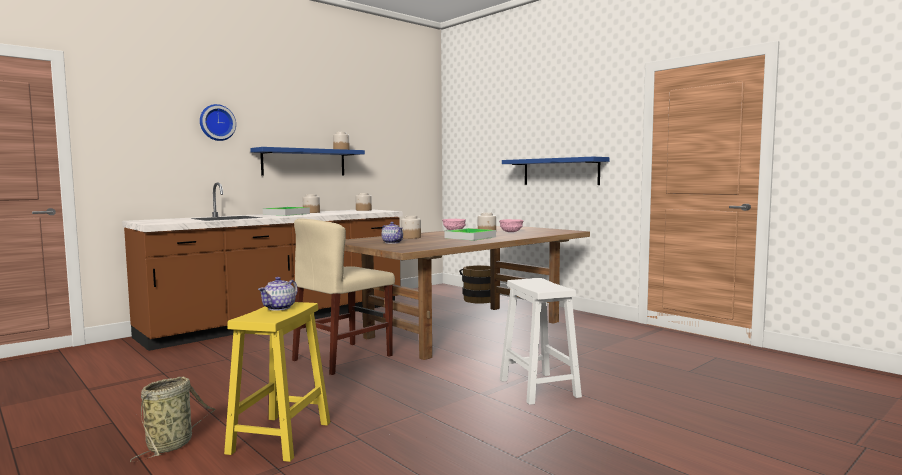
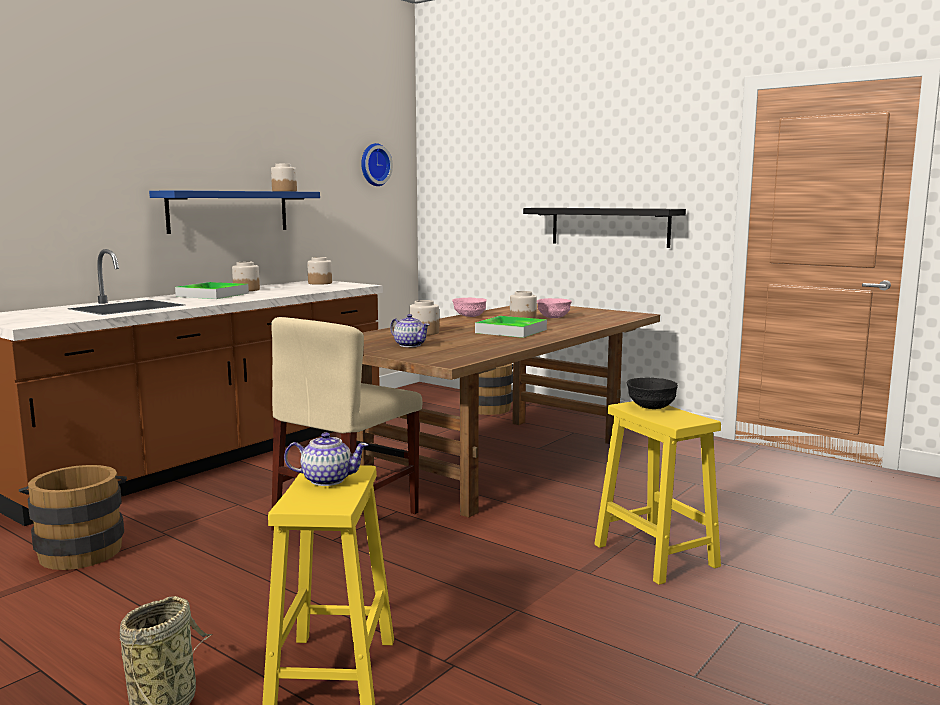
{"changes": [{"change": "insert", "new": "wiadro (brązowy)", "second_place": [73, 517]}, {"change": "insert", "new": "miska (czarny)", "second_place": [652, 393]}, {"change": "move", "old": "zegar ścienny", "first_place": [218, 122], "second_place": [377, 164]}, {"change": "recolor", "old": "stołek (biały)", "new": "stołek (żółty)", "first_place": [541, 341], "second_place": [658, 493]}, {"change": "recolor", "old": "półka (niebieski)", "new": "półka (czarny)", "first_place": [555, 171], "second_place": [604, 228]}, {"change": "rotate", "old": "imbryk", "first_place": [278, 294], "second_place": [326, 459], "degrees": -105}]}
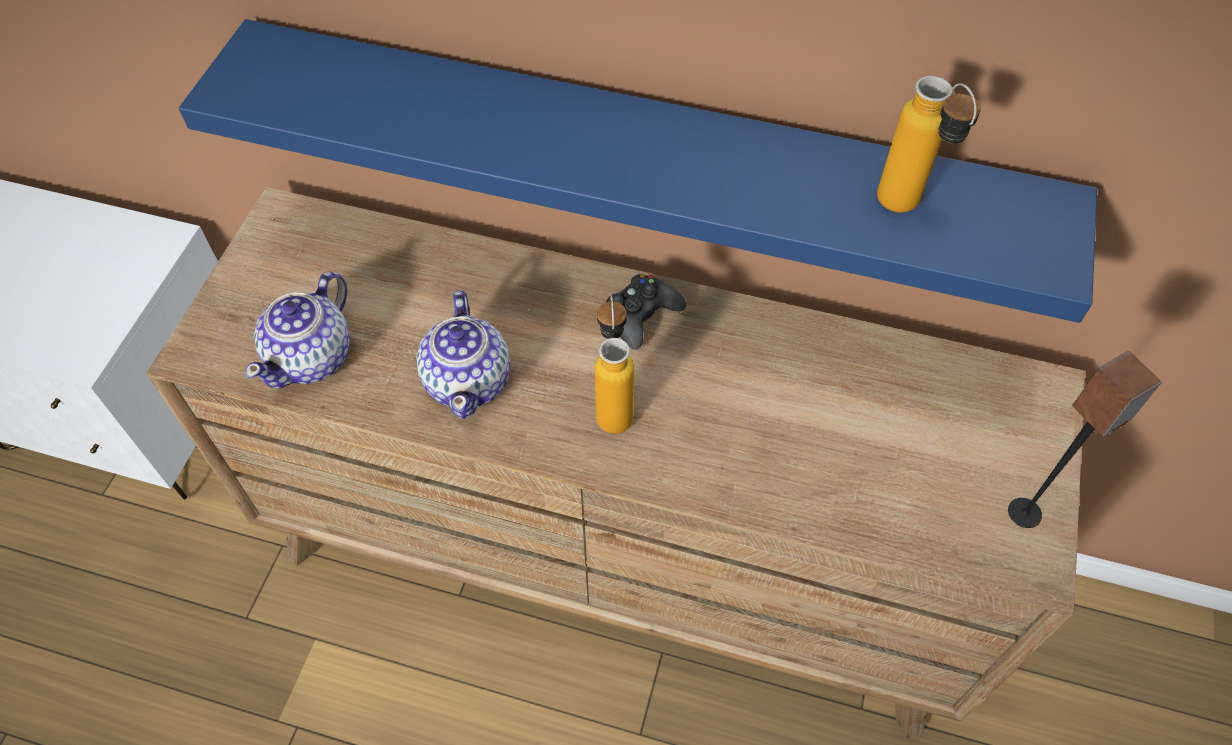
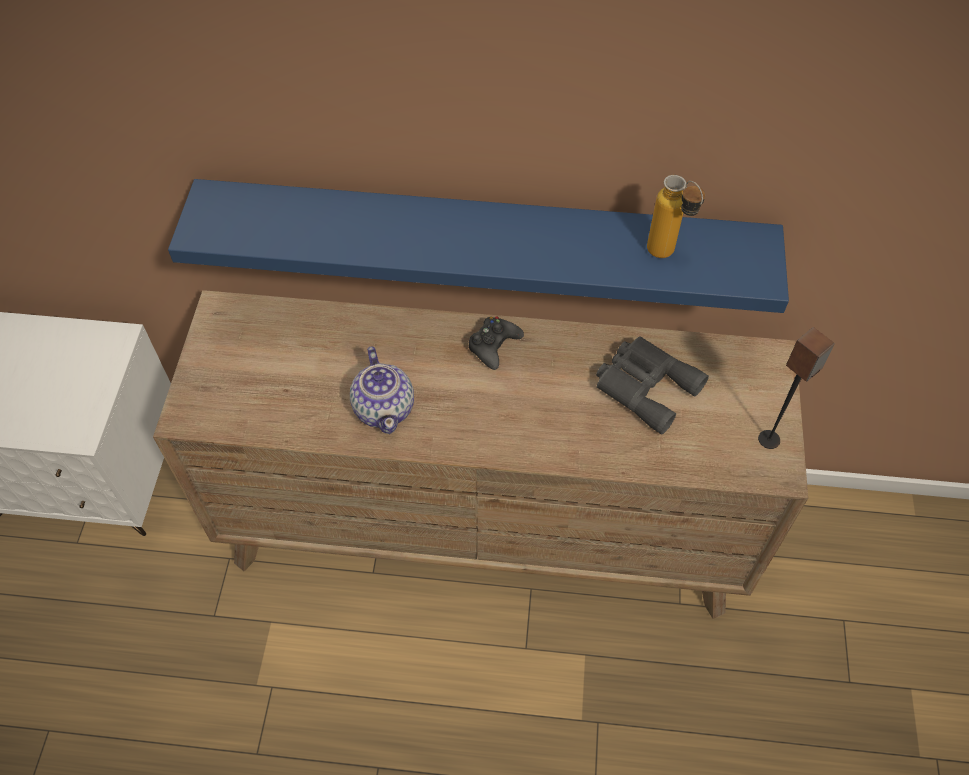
{"changes": [{"change": "delete", "old": "imbryk", "first_place": [297, 329]}, {"change": "delete", "old": "butelka", "first_place": [614, 364]}, {"change": "insert", "new": "lornetka (szary)", "second_place": [652, 385]}]}
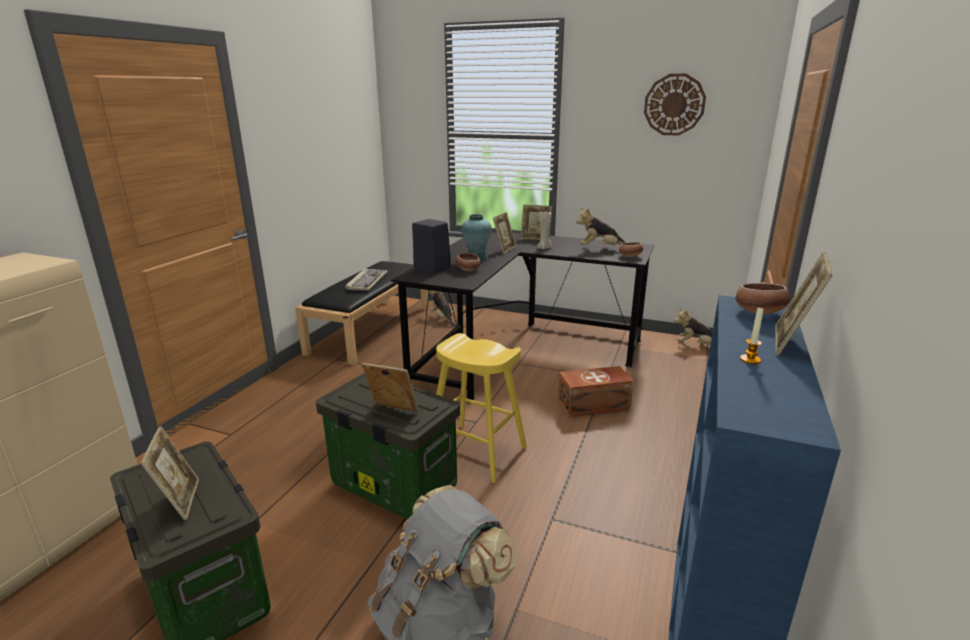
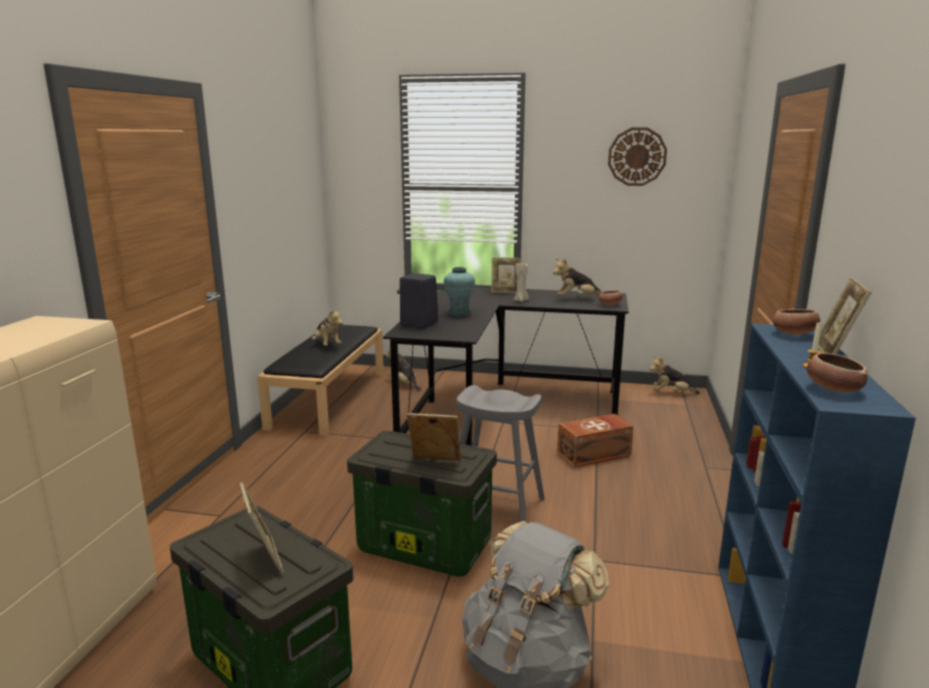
{"changes": [{"change": "delete", "old": "ramka na zdjęcie", "first_place": [504, 233]}, {"change": "move", "old": "miska", "first_place": [467, 262], "second_place": [836, 373]}, {"change": "replace", "old": "klawiatura", "new": "pluszak", "first_place": [366, 279], "second_place": [327, 326]}, {"change": "recolor", "old": "stołek (żółty)", "new": "stołek (szary)", "first_place": [481, 408], "second_place": [501, 453]}]}
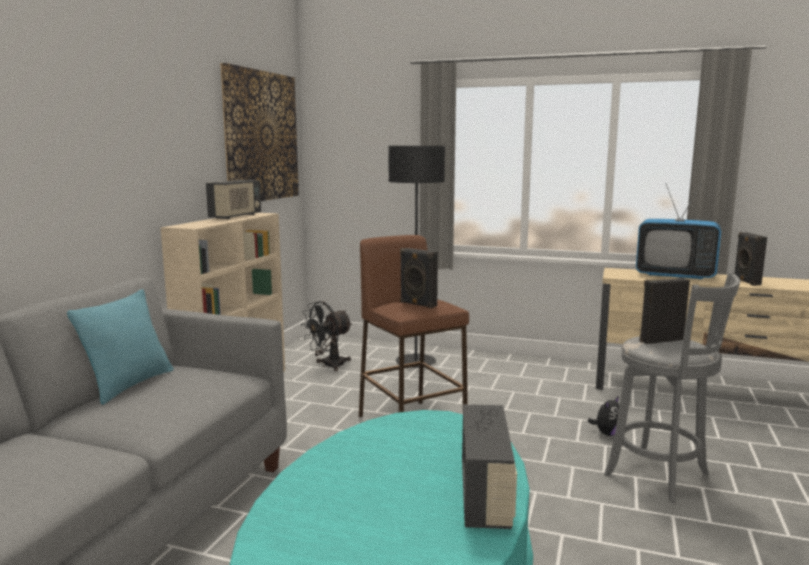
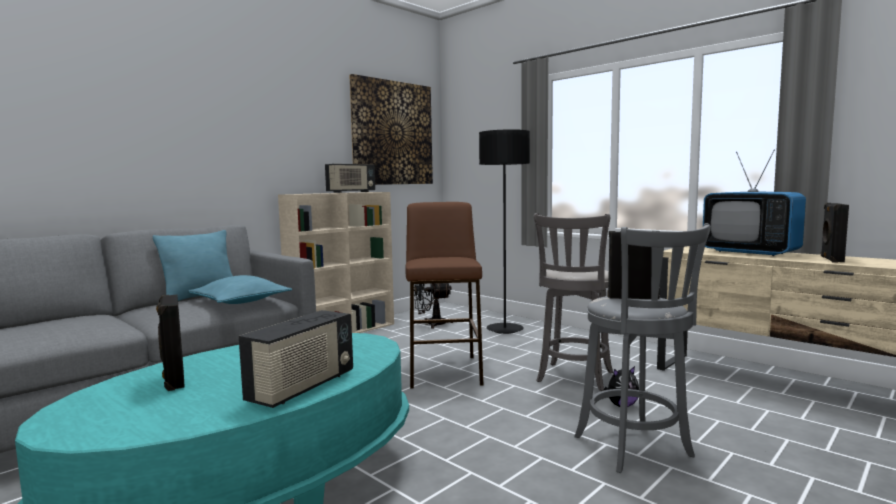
{"changes": [{"change": "insert", "new": "poduszka (turkusowy)", "second_place": [240, 289]}, {"change": "insert", "new": "stołek (szary)", "second_place": [573, 302]}, {"change": "move", "old": "głośnik (czarny)", "first_place": [419, 278], "second_place": [170, 343]}]}
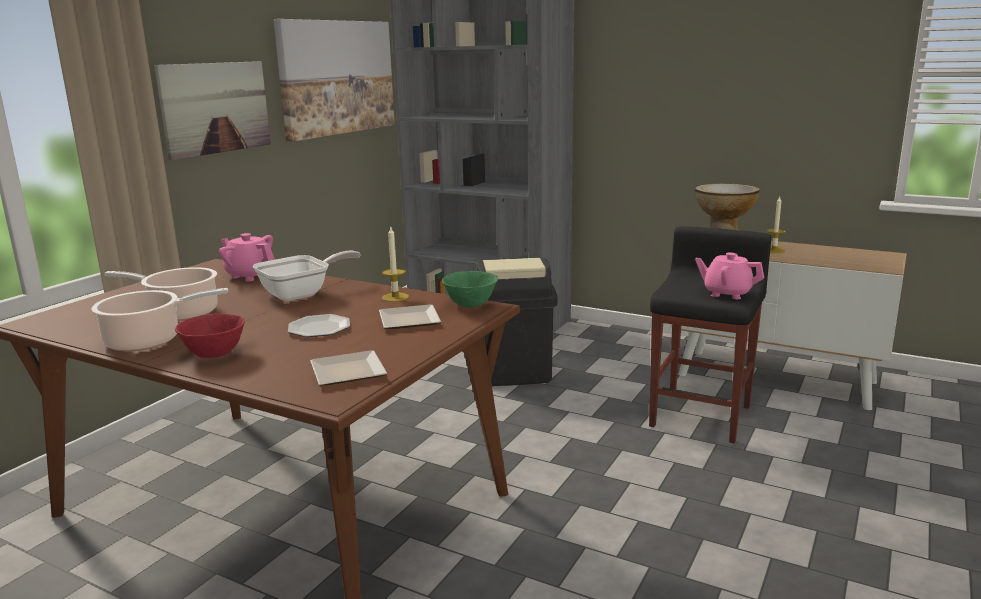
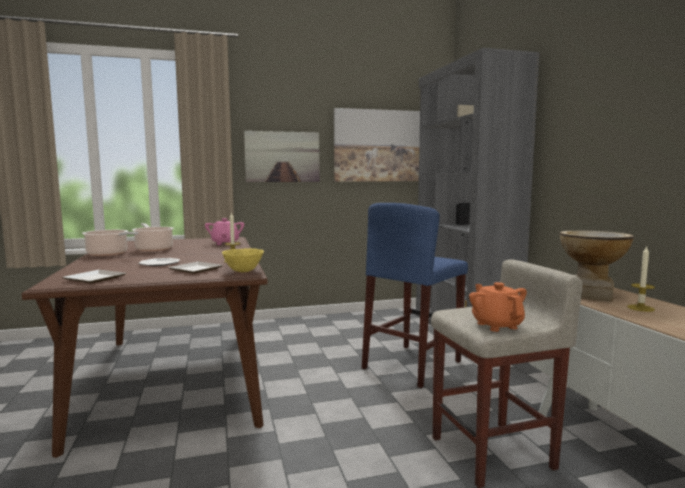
{"changes": [{"change": "delete", "old": "miska (czerwony)", "first_place": [210, 335]}, {"change": "delete", "old": "patelnia", "first_place": [307, 276]}, {"change": "replace", "old": "kosz na śmieci (czarny)", "new": "stołek (niebieski)", "first_place": [517, 321], "second_place": [415, 295]}, {"change": "recolor", "old": "miska (zielony)", "new": "miska (żółty)", "first_place": [470, 289], "second_place": [243, 260]}, {"change": "recolor", "old": "stołek (czarny)", "new": "stołek (beżowy)", "first_place": [710, 334], "second_place": [507, 373]}, {"change": "recolor", "old": "imbryk (różowy)", "new": "imbryk (pomarańczowy)", "first_place": [729, 275], "second_place": [498, 307]}]}
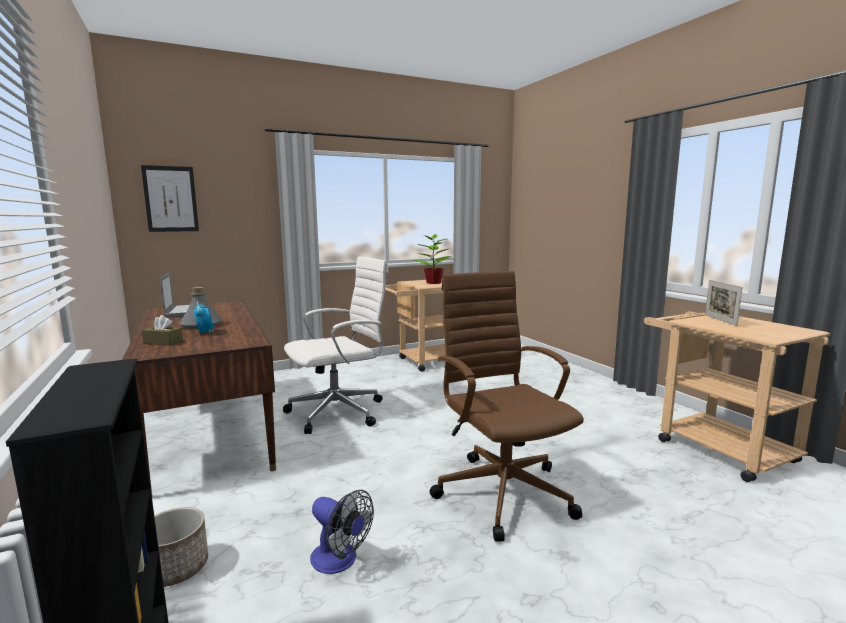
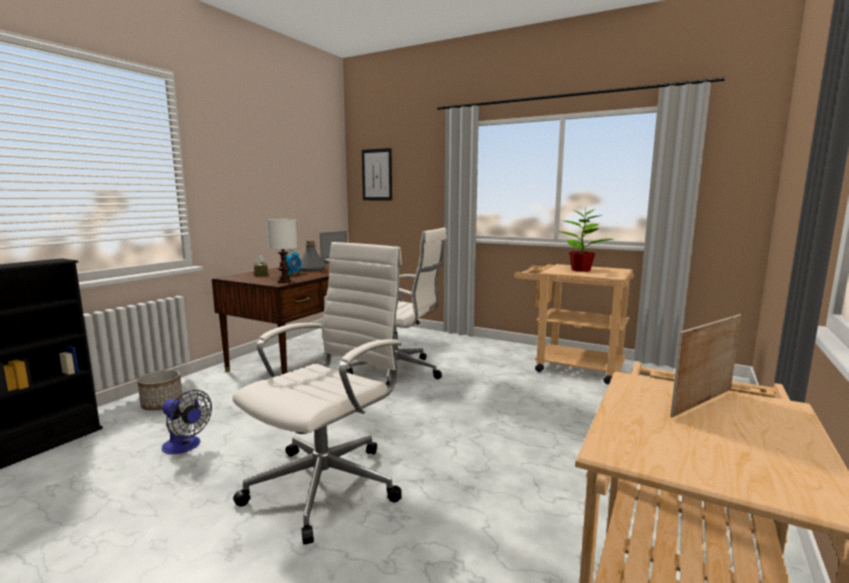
{"changes": [{"change": "insert", "new": "lampa stołowa (biały)", "second_place": [281, 251]}, {"change": "recolor", "old": "krzesło biurowe (brązowy)", "new": "krzesło biurowe (biały)", "first_place": [506, 406], "second_place": [317, 393]}, {"change": "rotate", "old": "wentylator", "first_place": [342, 532], "second_place": [187, 422], "degrees": -60}]}
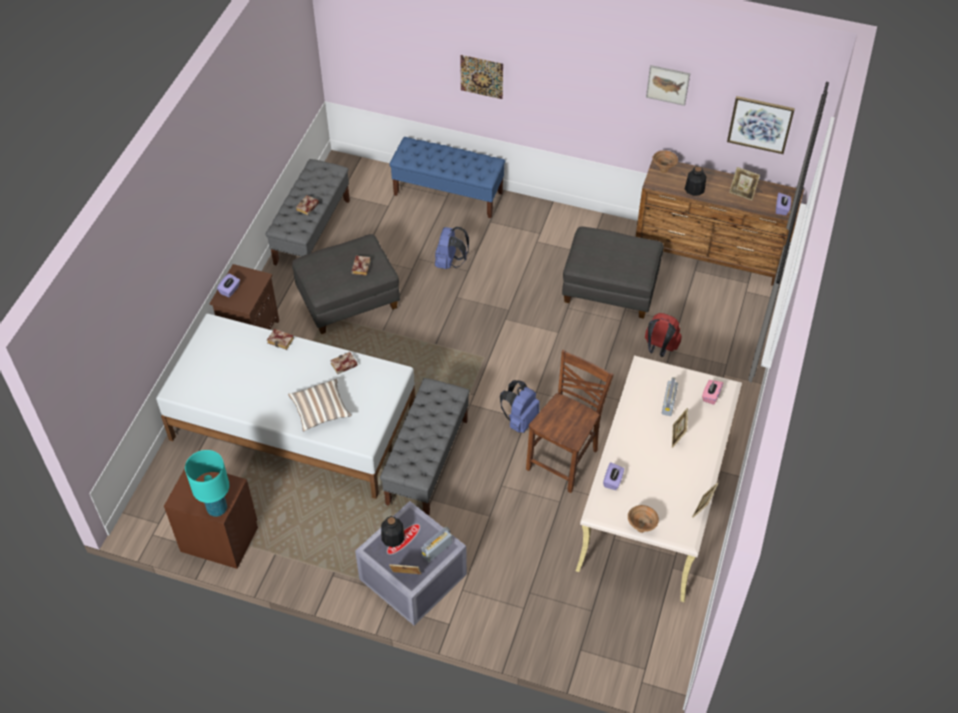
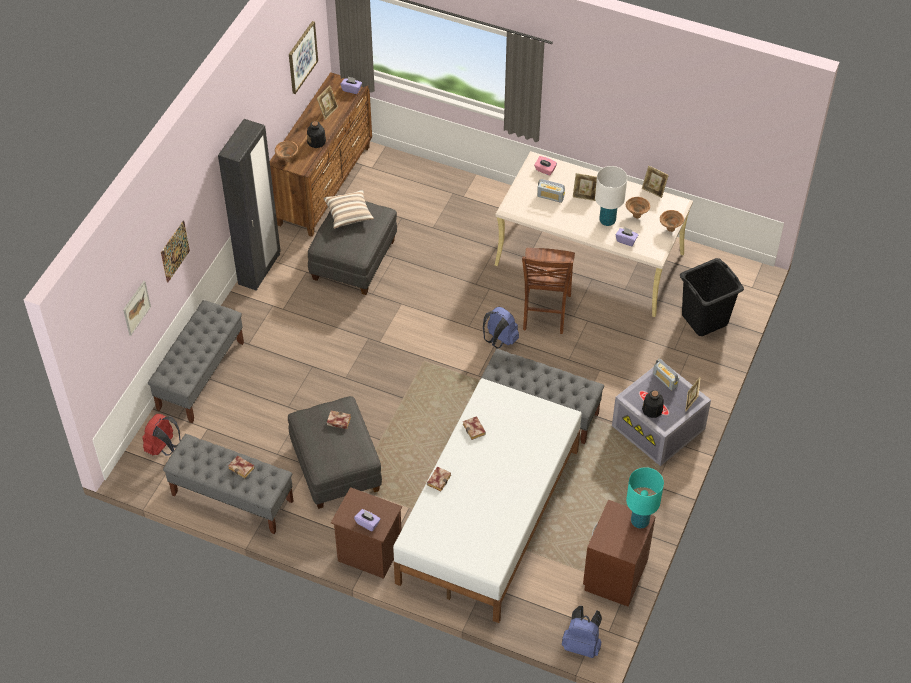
{"changes": [{"change": "insert", "new": "szafa (czarny)", "second_place": [249, 205]}, {"change": "insert", "new": "lampa stołowa (biały)", "second_place": [611, 196]}, {"change": "insert", "new": "miska (brązowy)", "second_place": [638, 207]}, {"change": "insert", "new": "kosz na pranie (czarny)", "second_place": [712, 297]}, {"change": "move", "old": "poduszka", "first_place": [320, 405], "second_place": [348, 209]}, {"change": "move", "old": "plecak (niebieski)", "first_place": [452, 248], "second_place": [582, 632]}, {"change": "move", "old": "plecak (czerwony)", "first_place": [663, 335], "second_place": [161, 435]}, {"change": "move", "old": "obraz", "first_place": [668, 85], "second_place": [137, 308]}, {"change": "recolor", "old": "ławka (niebieski)", "new": "ławka (szary)", "first_place": [447, 177], "second_place": [196, 361]}, {"change": "rotate", "old": "krzesło (brązowy)", "first_place": [570, 421], "second_place": [548, 291], "degrees": -120}]}
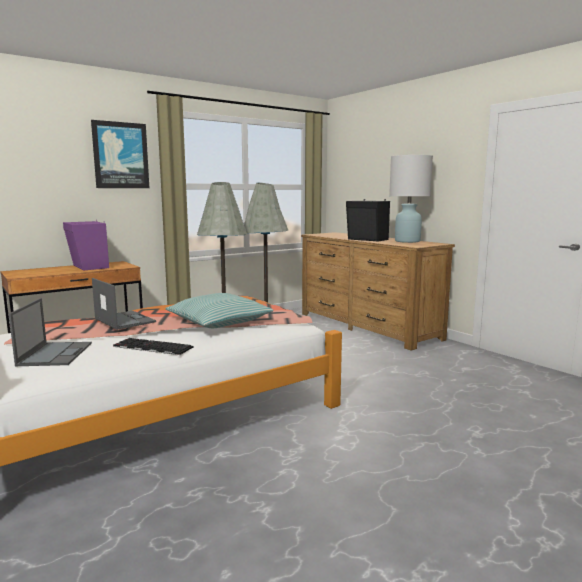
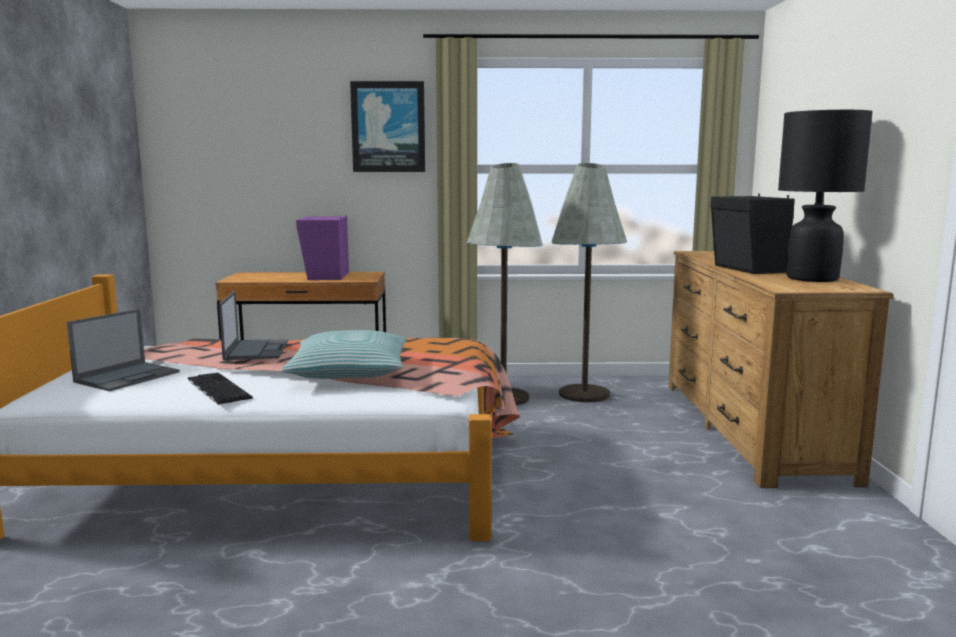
{"changes": [{"change": "recolor", "old": "lampa stołowa (biały)", "new": "lampa stołowa (czarny)", "first_place": [411, 199], "second_place": [825, 196]}]}
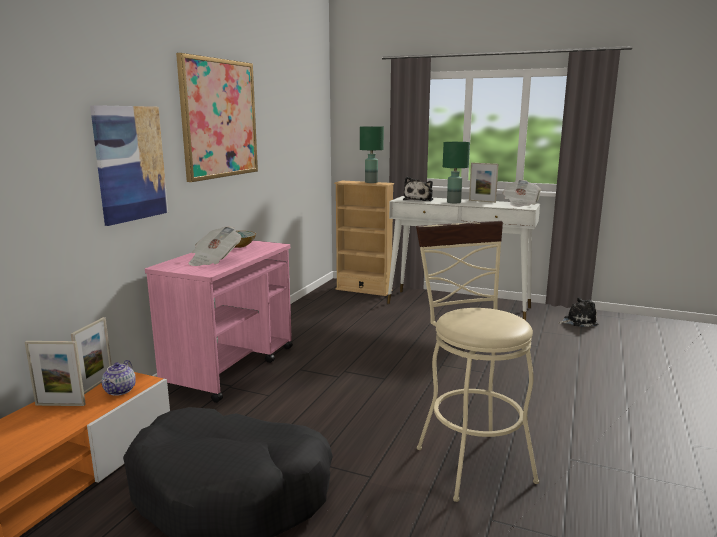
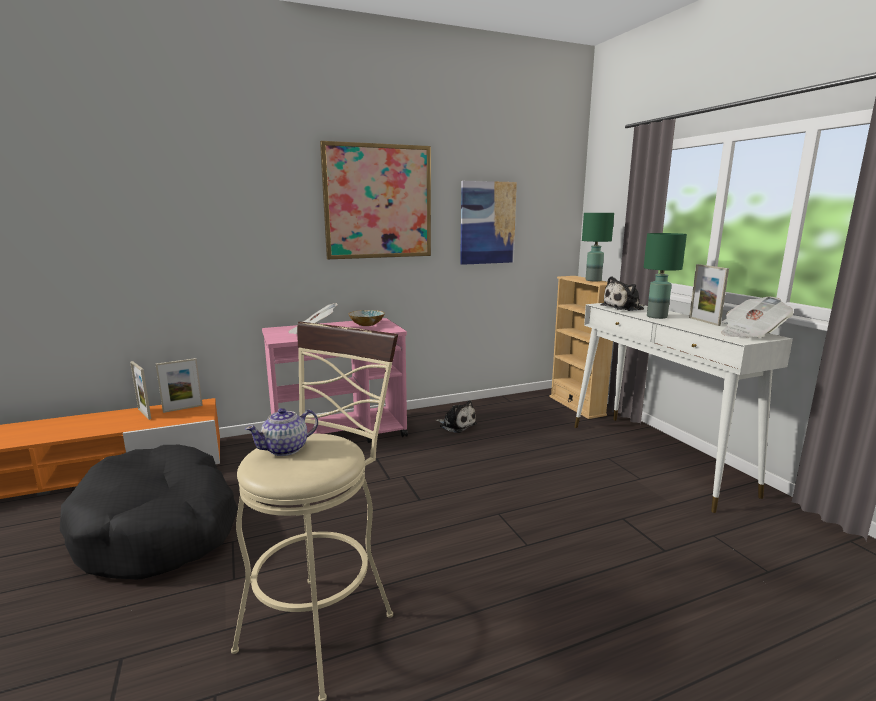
{"changes": [{"change": "move", "old": "obraz", "first_place": [129, 165], "second_place": [488, 223]}, {"change": "move", "old": "imbryk", "first_place": [119, 378], "second_place": [281, 432]}, {"change": "move", "old": "pluszak", "first_place": [578, 312], "second_place": [456, 416]}]}
